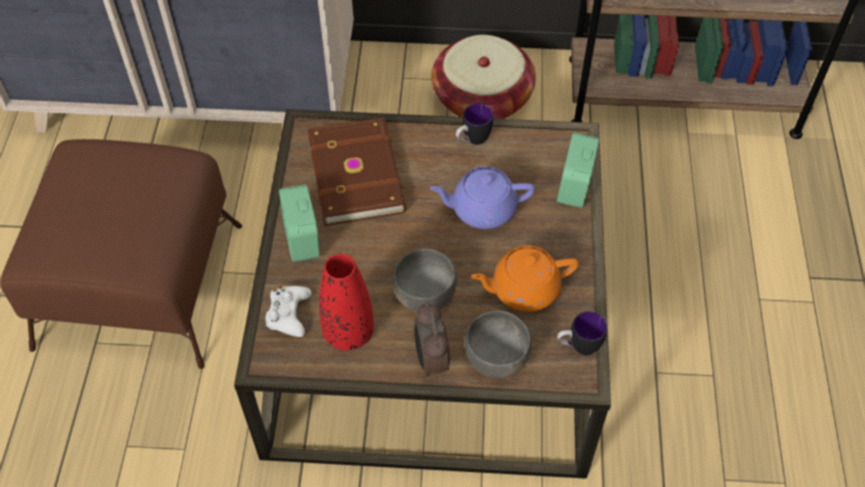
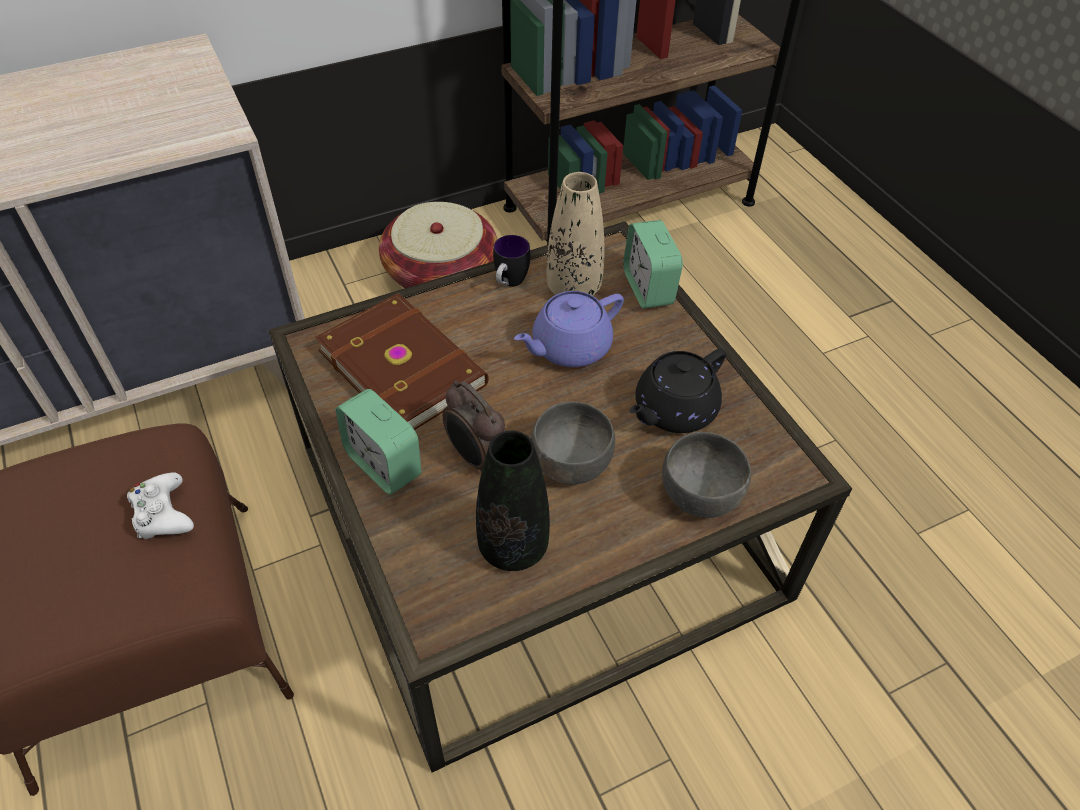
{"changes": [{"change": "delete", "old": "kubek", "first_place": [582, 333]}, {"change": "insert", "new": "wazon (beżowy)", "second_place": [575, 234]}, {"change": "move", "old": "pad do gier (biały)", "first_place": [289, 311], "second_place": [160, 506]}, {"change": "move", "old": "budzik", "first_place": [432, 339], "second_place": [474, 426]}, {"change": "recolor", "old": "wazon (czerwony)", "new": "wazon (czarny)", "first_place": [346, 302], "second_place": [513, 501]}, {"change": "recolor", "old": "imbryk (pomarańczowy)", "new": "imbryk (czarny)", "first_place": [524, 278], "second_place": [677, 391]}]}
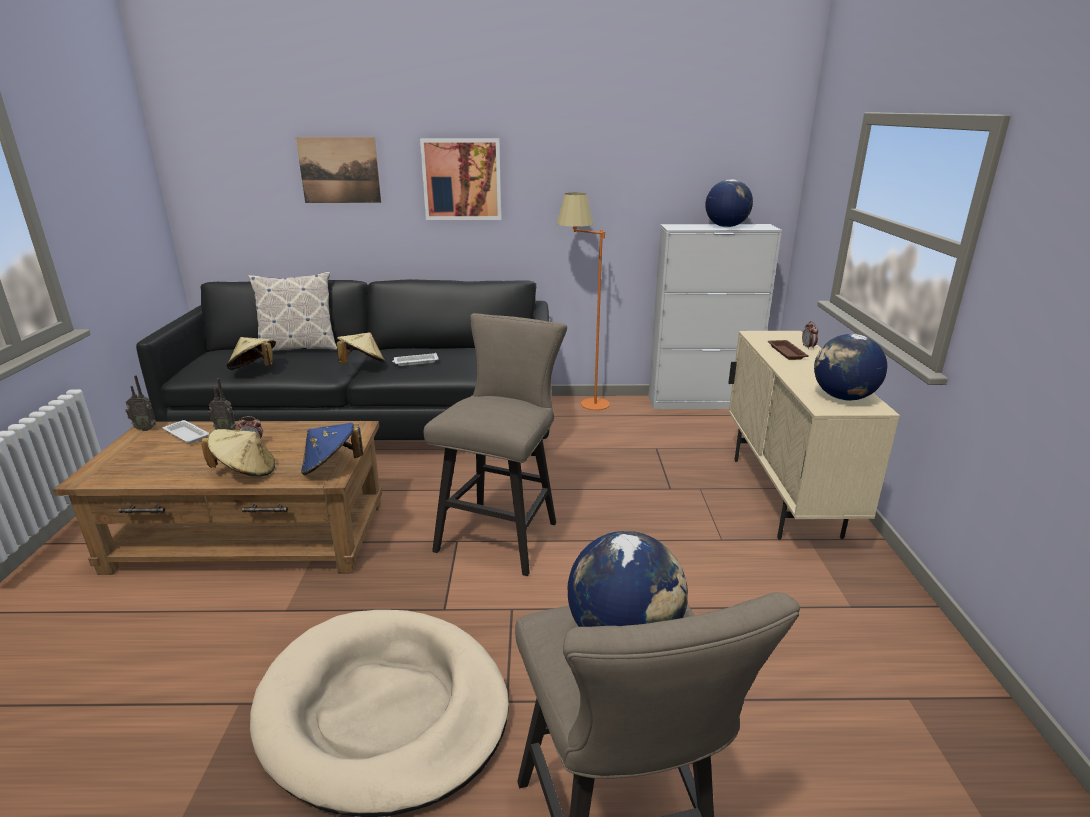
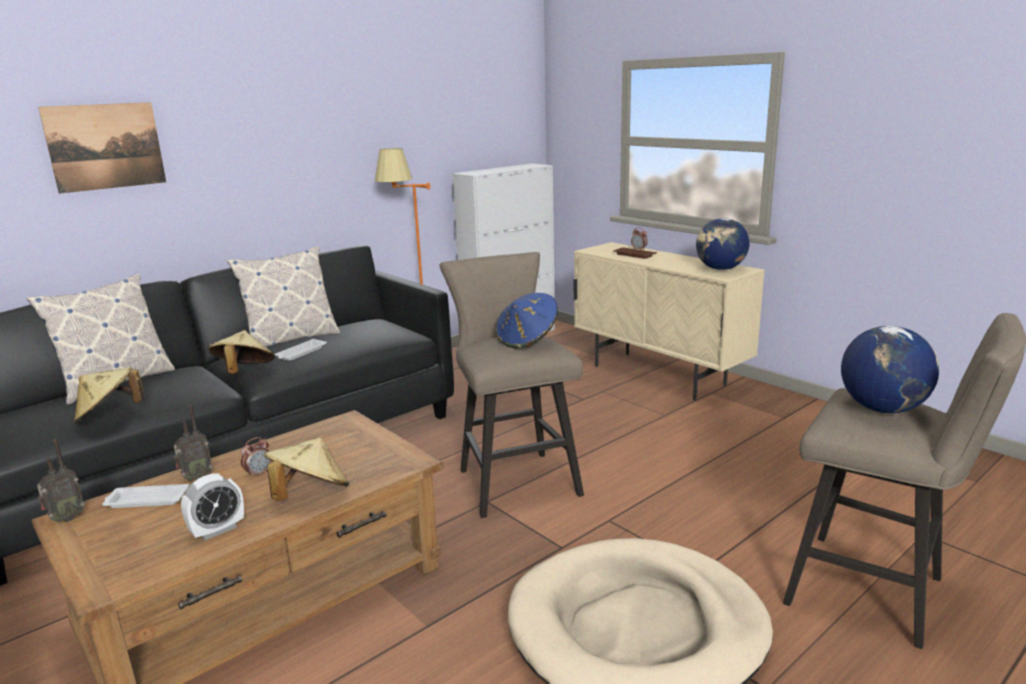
{"changes": [{"change": "delete", "old": "obraz", "first_place": [460, 179]}, {"change": "delete", "old": "globus", "first_place": [729, 203]}, {"change": "insert", "new": "budzik", "second_place": [212, 506]}, {"change": "insert", "new": "poduszka", "second_place": [283, 296]}, {"change": "move", "old": "kapelusz (niebieski)", "first_place": [332, 449], "second_place": [527, 321]}]}
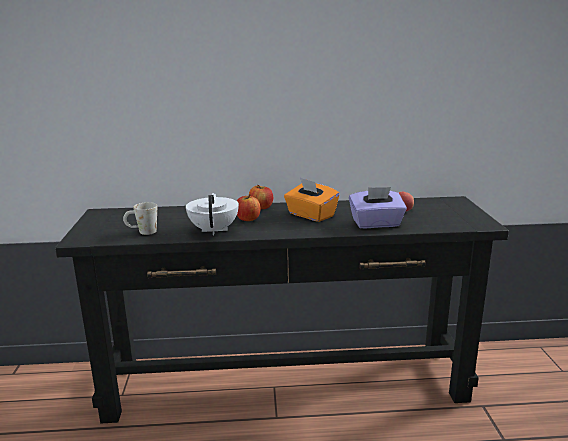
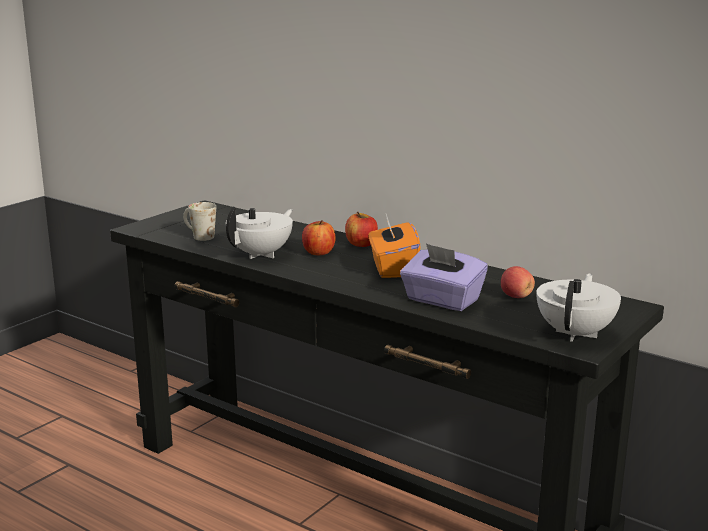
{"changes": [{"change": "insert", "new": "imbryk (biały)", "second_place": [578, 307]}]}
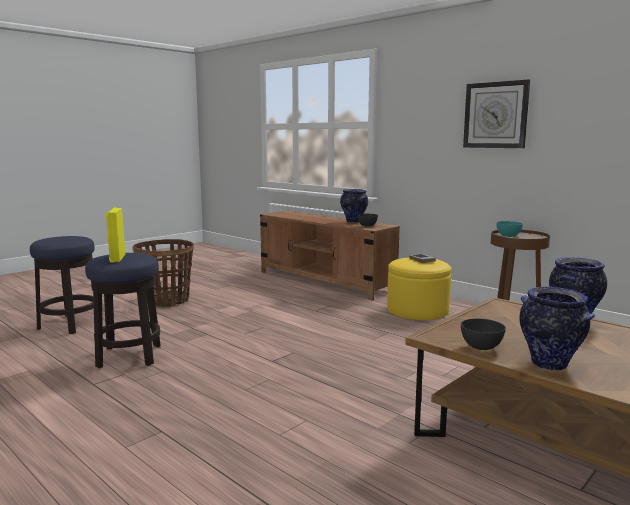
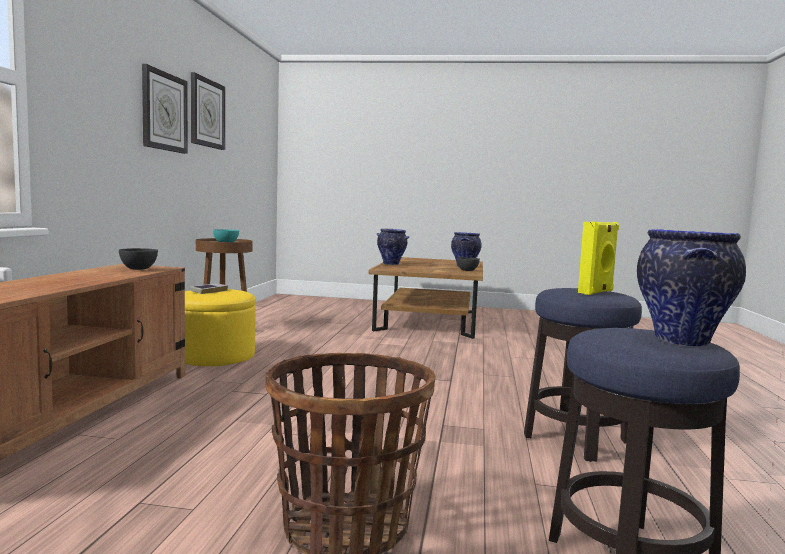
{"changes": [{"change": "insert", "new": "zegar ścienny", "second_place": [208, 111]}, {"change": "move", "old": "wazon", "first_place": [354, 206], "second_place": [691, 288]}]}
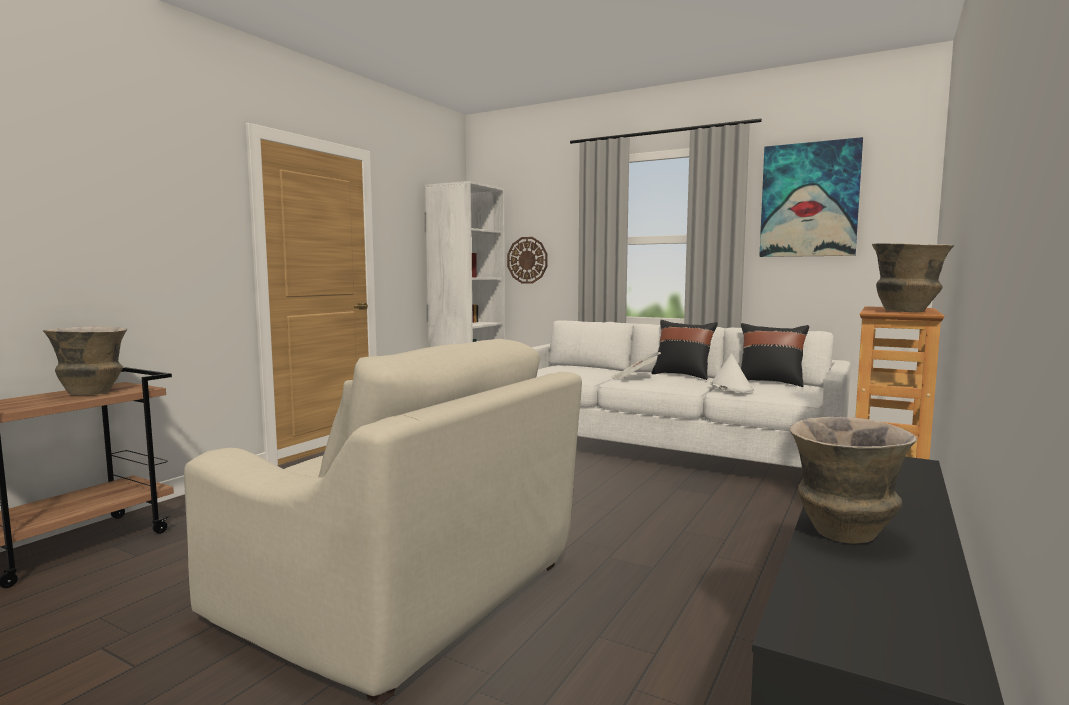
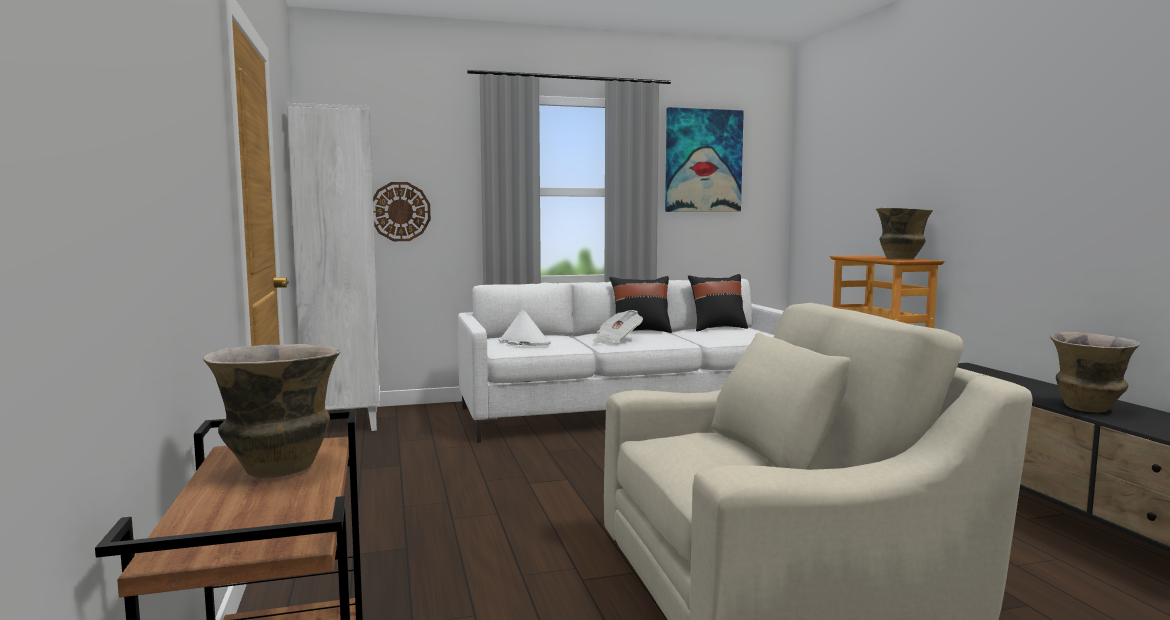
{"changes": [{"change": "move", "old": "kapelusz (biały)", "first_place": [732, 372], "second_place": [525, 327]}]}
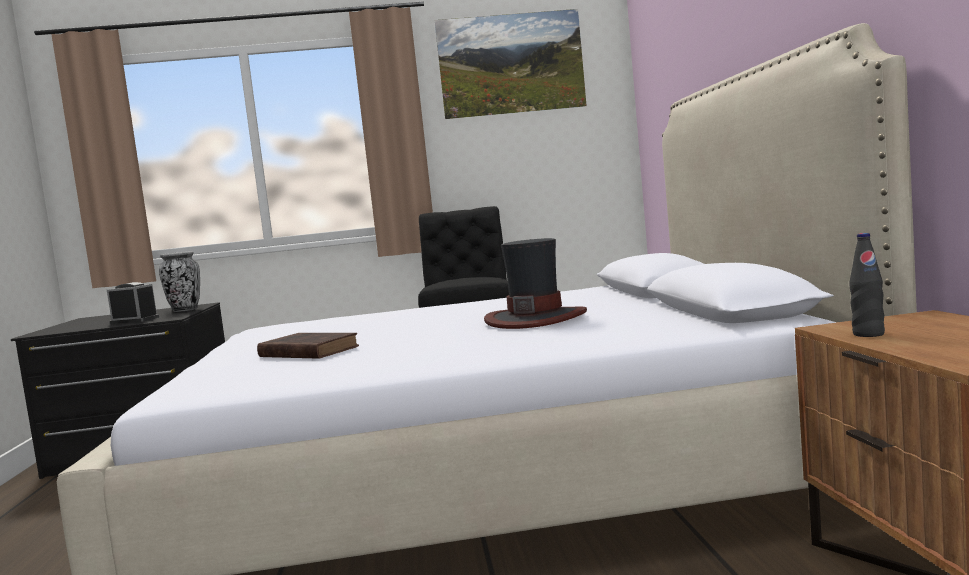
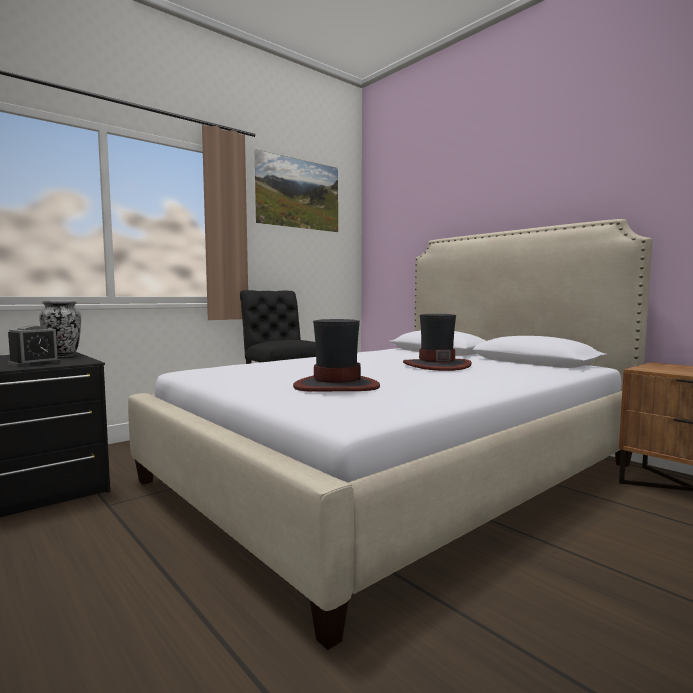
{"changes": [{"change": "delete", "old": "butelka (czarny)", "first_place": [867, 285]}, {"change": "replace", "old": "książka (brązowy)", "new": "kapelusz", "first_place": [308, 346], "second_place": [336, 355]}, {"change": "rotate", "old": "budzik", "first_place": [133, 303], "second_place": [34, 346], "degrees": 150}]}
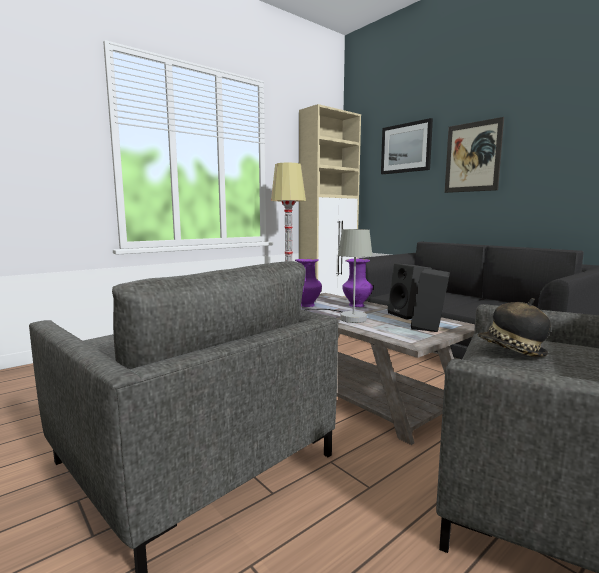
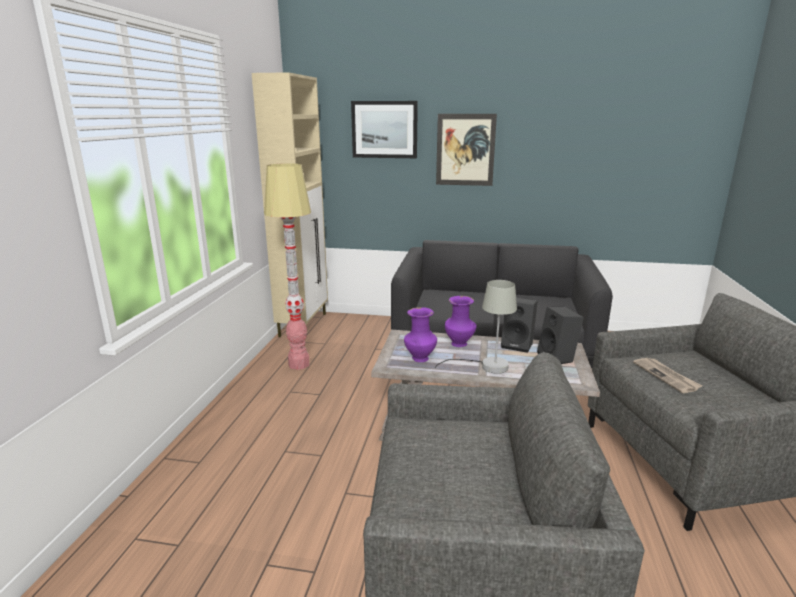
{"changes": [{"change": "replace", "old": "kapelusz", "new": "gazeta", "first_place": [514, 327], "second_place": [667, 375]}]}
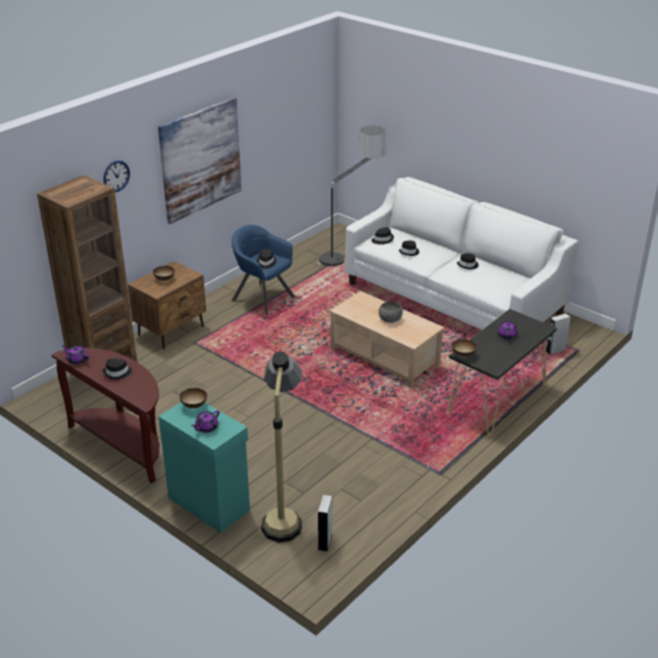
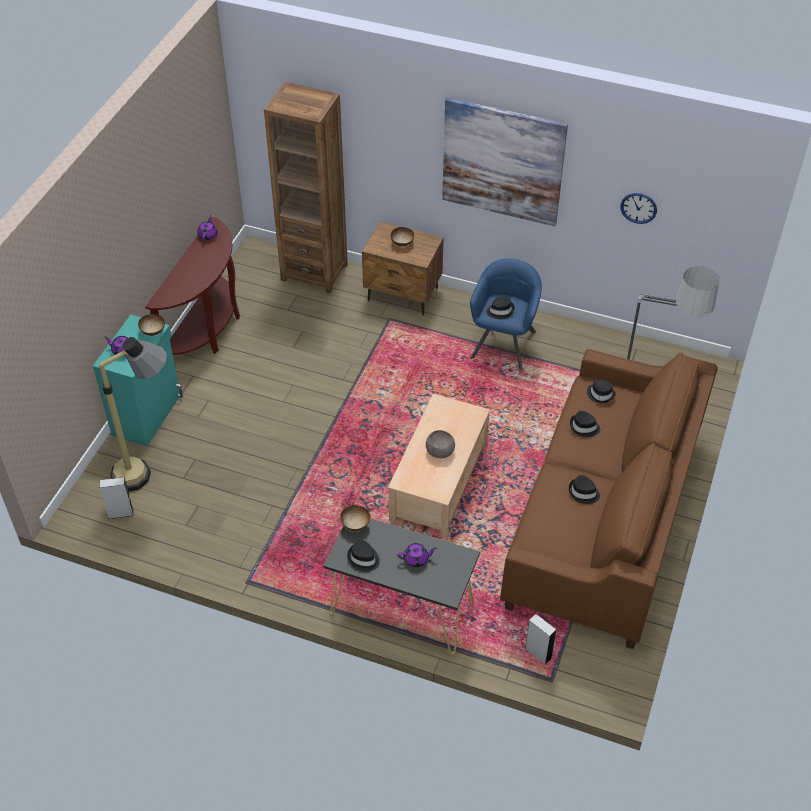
{"changes": [{"change": "move", "old": "kapelusz (czarny)", "first_place": [118, 369], "second_place": [363, 556]}, {"change": "move", "old": "zegar ścienny", "first_place": [117, 176], "second_place": [638, 208]}, {"change": "recolor", "old": "kanapa (biały)", "new": "kanapa (brązowy)", "first_place": [462, 253], "second_place": [609, 499]}]}
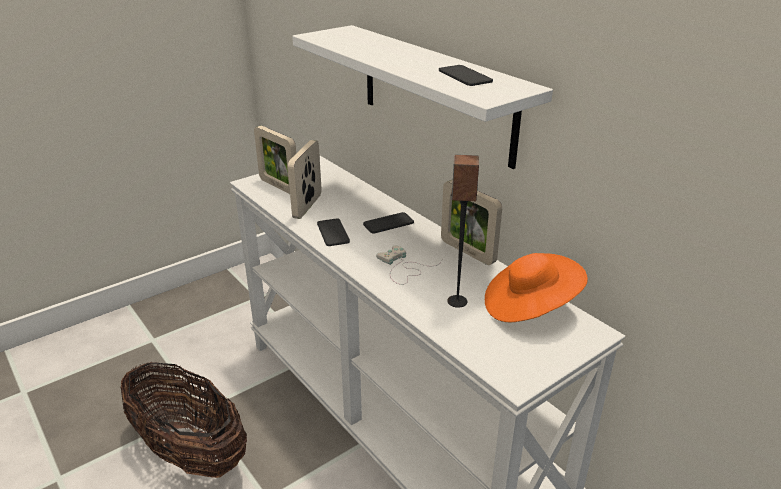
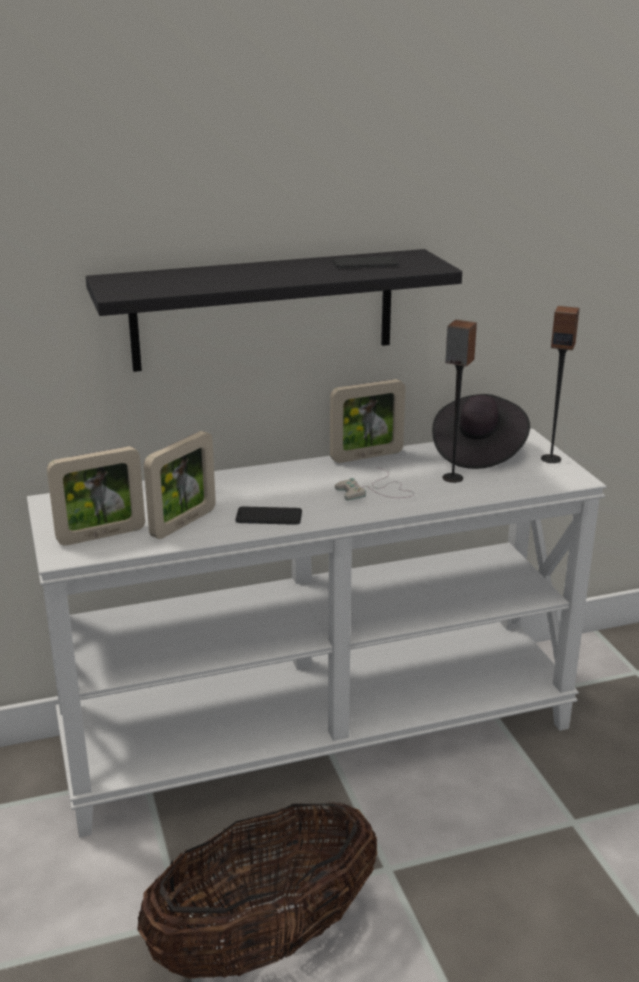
{"changes": [{"change": "delete", "old": "telefon", "first_place": [388, 223]}, {"change": "insert", "new": "głośnik", "second_place": [560, 384]}, {"change": "recolor", "old": "półka (biały)", "new": "półka (czarny)", "first_place": [422, 97], "second_place": [274, 310]}, {"change": "recolor", "old": "kapelusz (pomarańczowy)", "new": "kapelusz (czarny)", "first_place": [536, 287], "second_place": [481, 431]}, {"change": "rotate", "old": "ramka na zdjęcie", "first_place": [305, 179], "second_place": [180, 485], "degrees": -90}]}
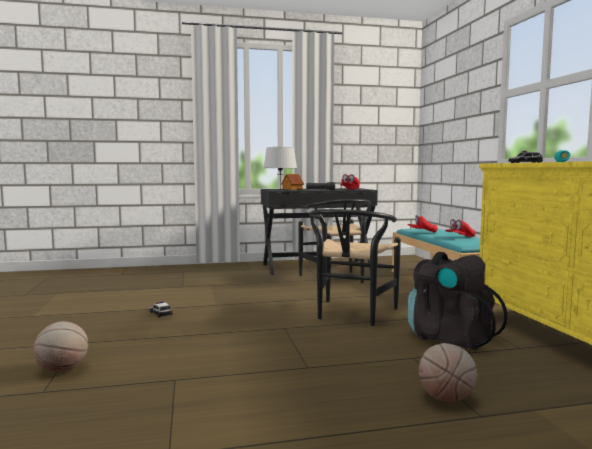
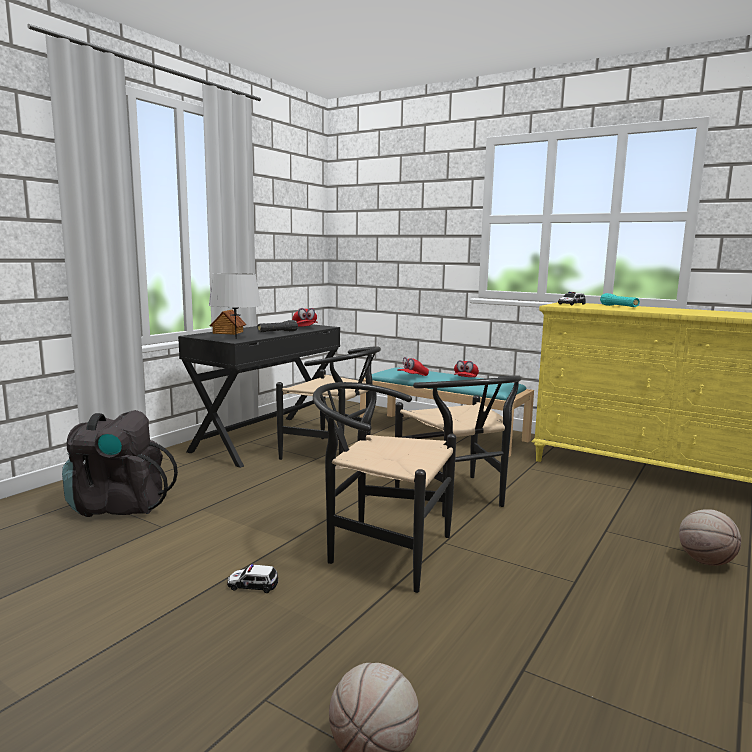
{"changes": [{"change": "insert", "new": "krzesło (czarny)", "second_place": [384, 487]}, {"change": "move", "old": "plecak (czarny)", "first_place": [457, 301], "second_place": [120, 463]}]}
